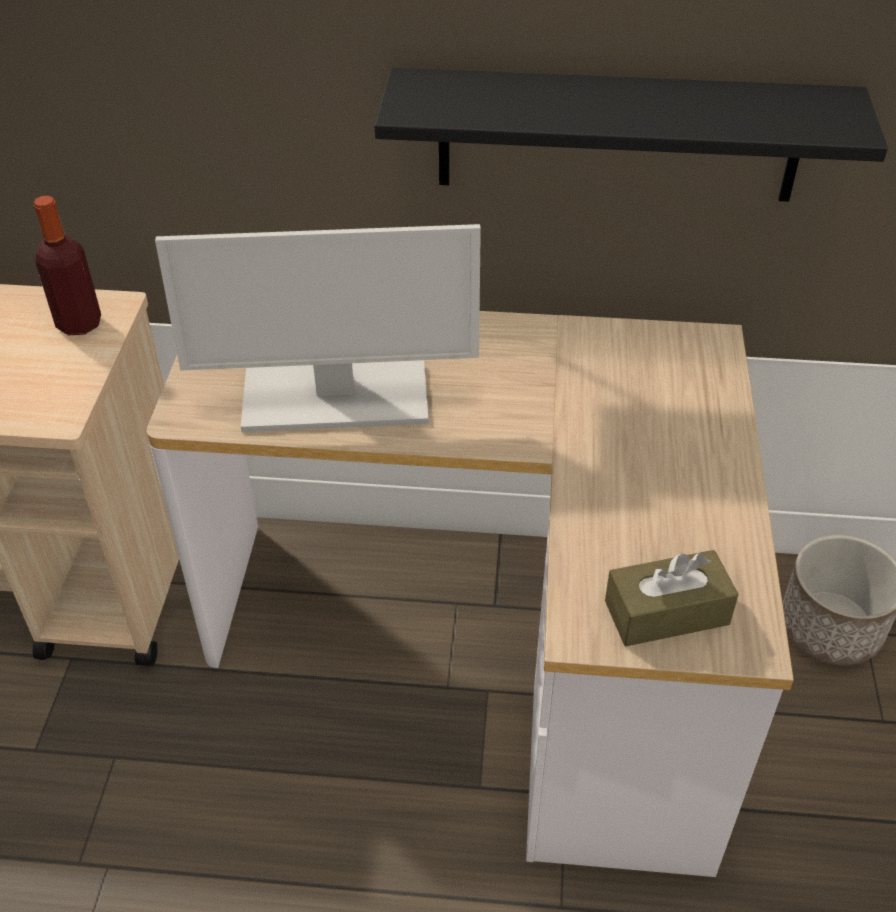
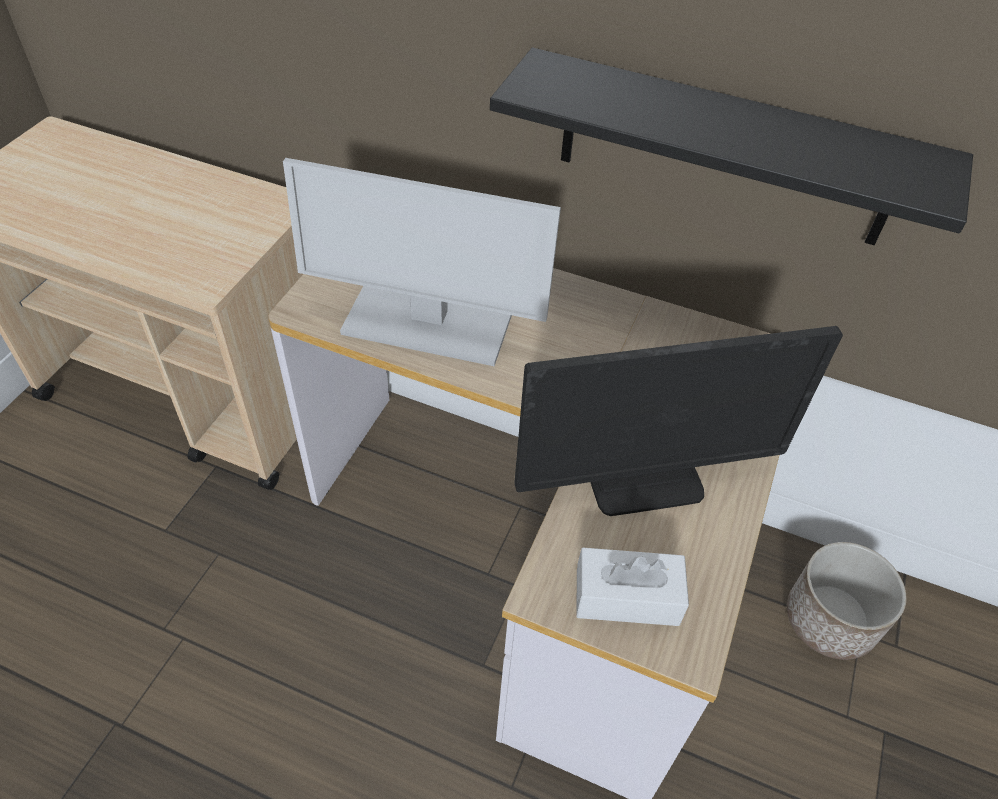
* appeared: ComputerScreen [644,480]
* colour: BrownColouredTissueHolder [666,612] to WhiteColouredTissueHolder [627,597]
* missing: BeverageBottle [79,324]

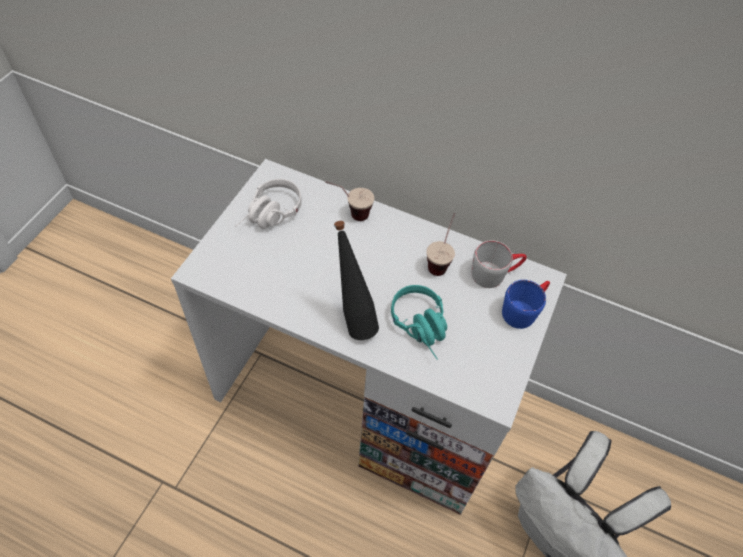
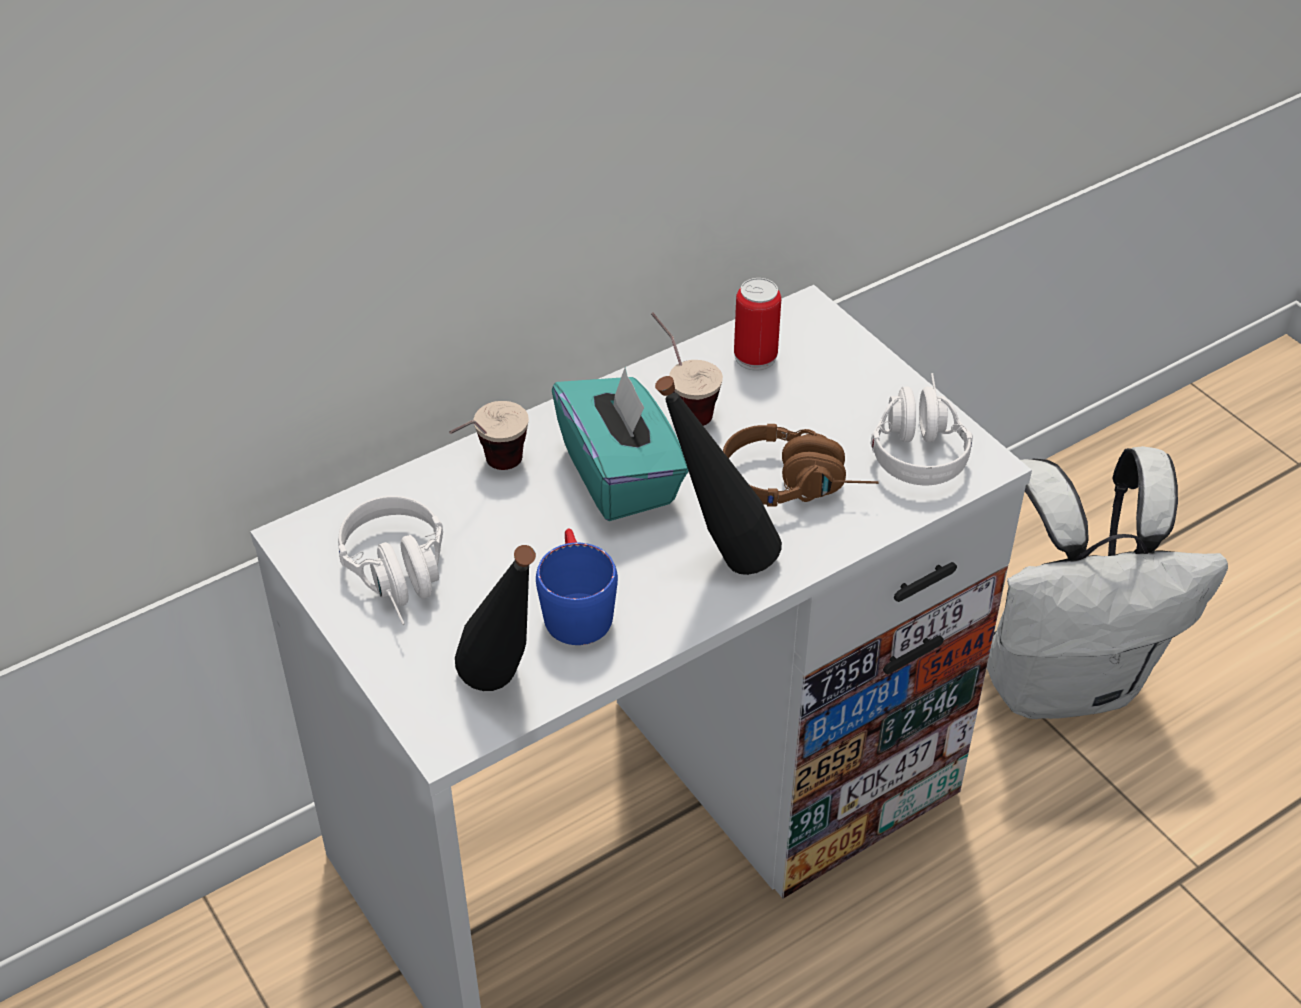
* appeared: BlackishBeverageBottle [506,693]
* relocated: BlueColouredMug [523,309] to [575,606]
* appeared: BlueGreenTissueHolder [621,475]
* colour: BlueGreenHeadset [423,328] to BrownColouredHeadset [797,484]
* exchanged: GrayMug [495,273] to Can [755,357]
* appeared: WhiteColouredHeadset [916,443]

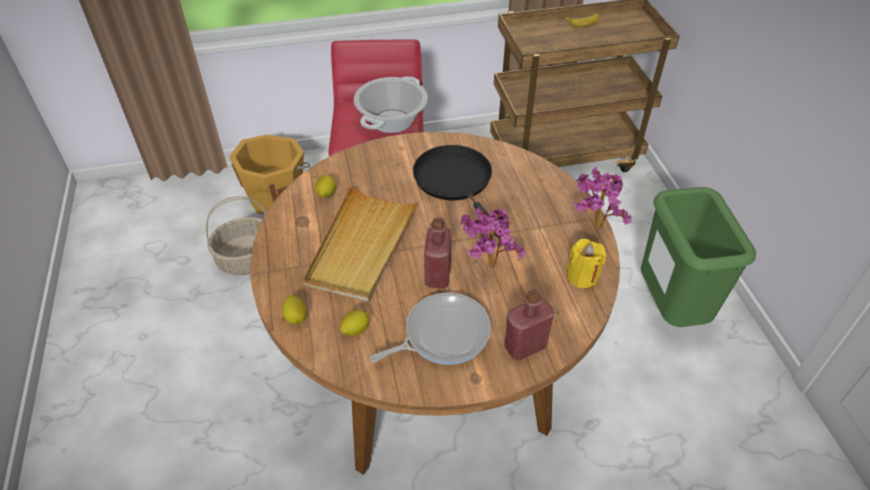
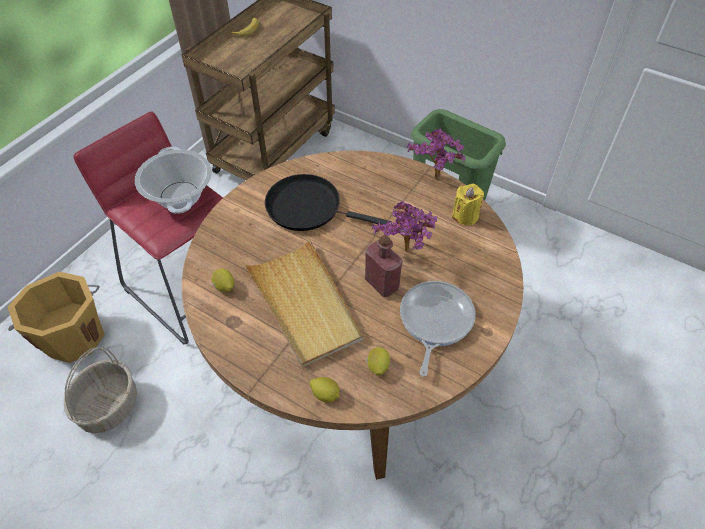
* missing: RedBeverageBottle [525,346]

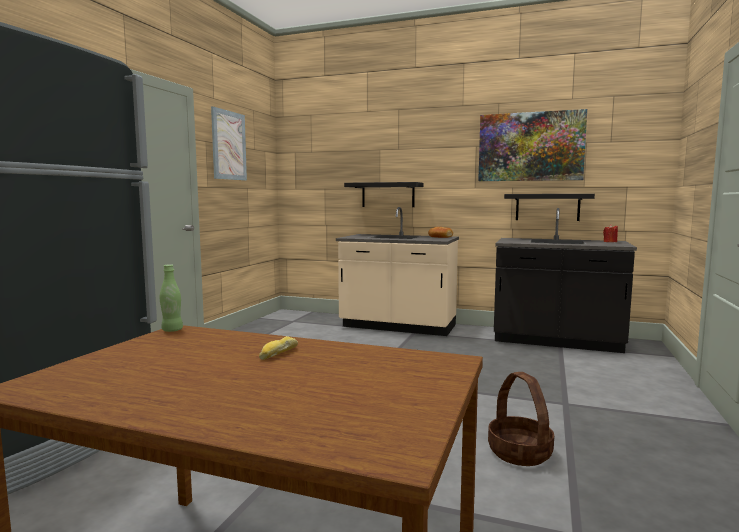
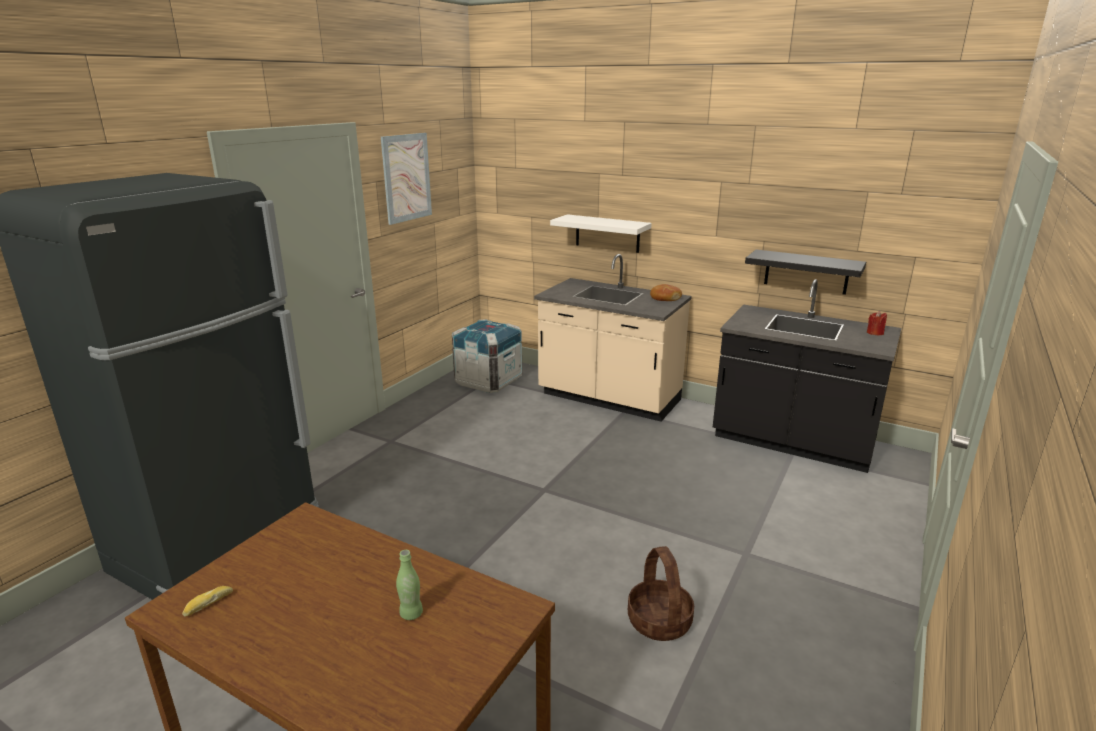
* relocated: Bread [278,353] to [208,604]
* relocated: GreenColouredBeverageBottle [172,330] to [411,613]
* appeared: ShippingCrate [488,381]
* colour: BlackishWallShelf [388,195] to WhiteColouredWallShelf [607,233]
* missing: Picture [530,147]

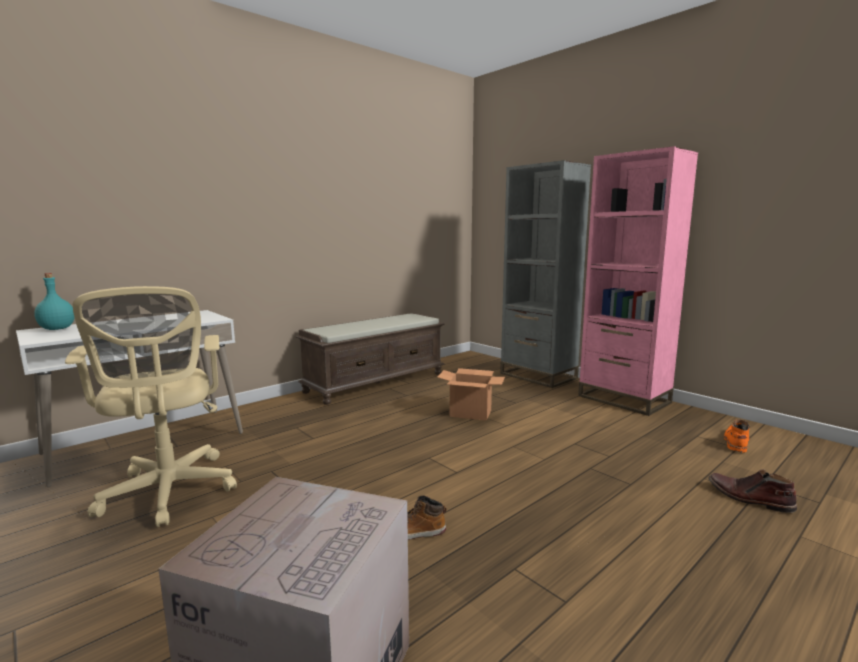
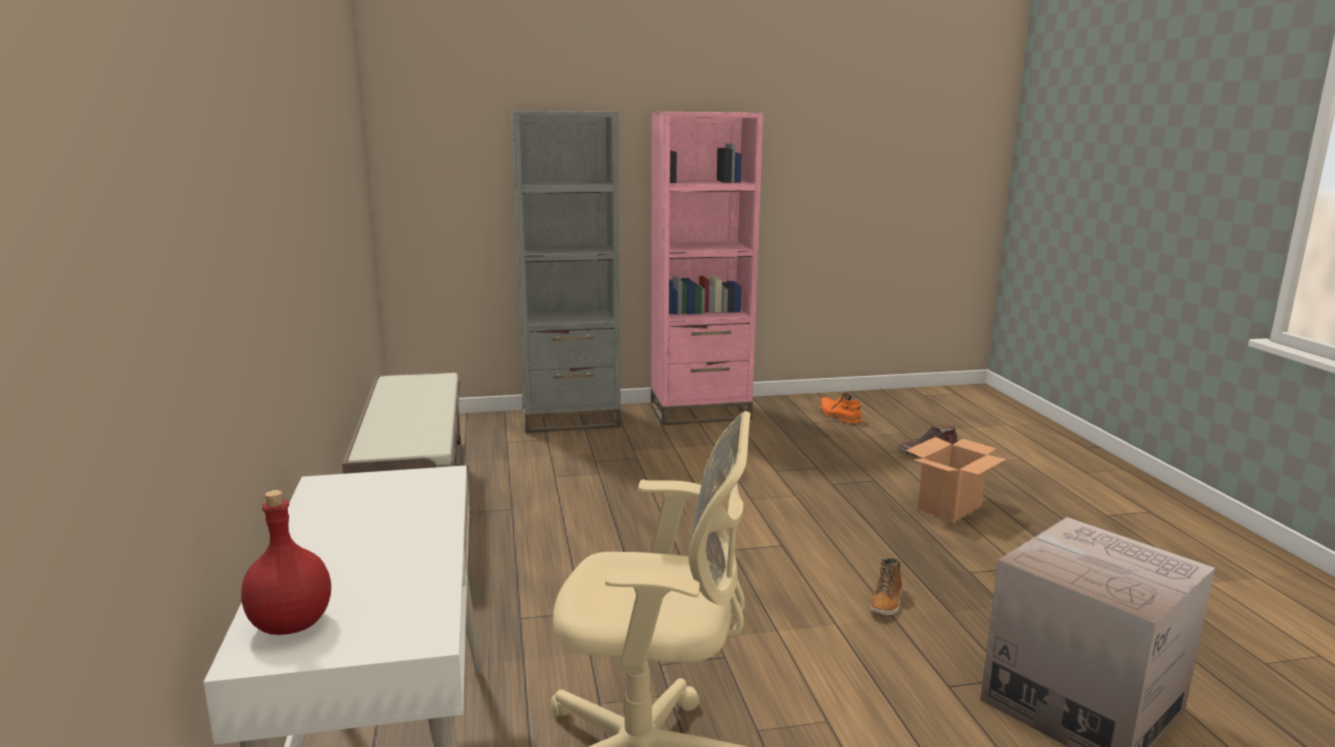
* colour: BlueGreenBeverageBottle [57,329] to RedBeverageBottle [289,624]
* relocated: CardboardBox [471,413] to [949,507]

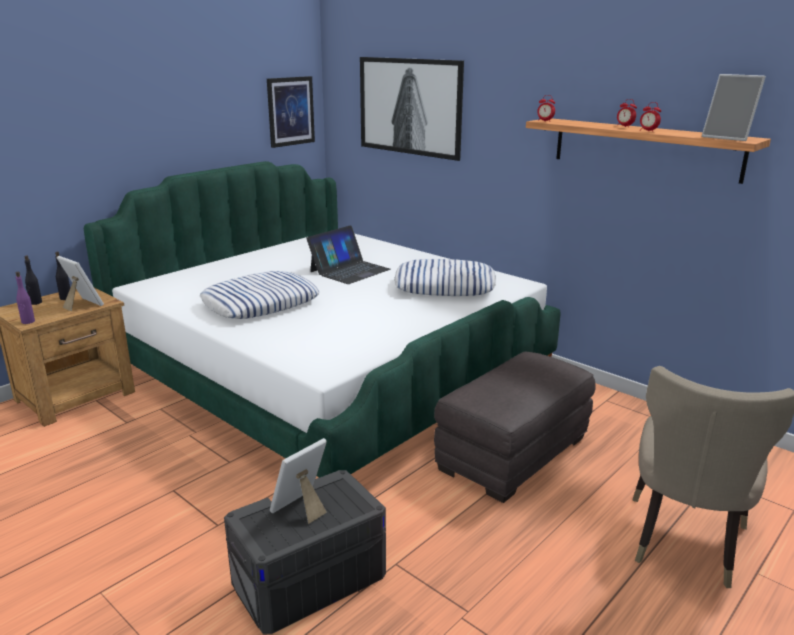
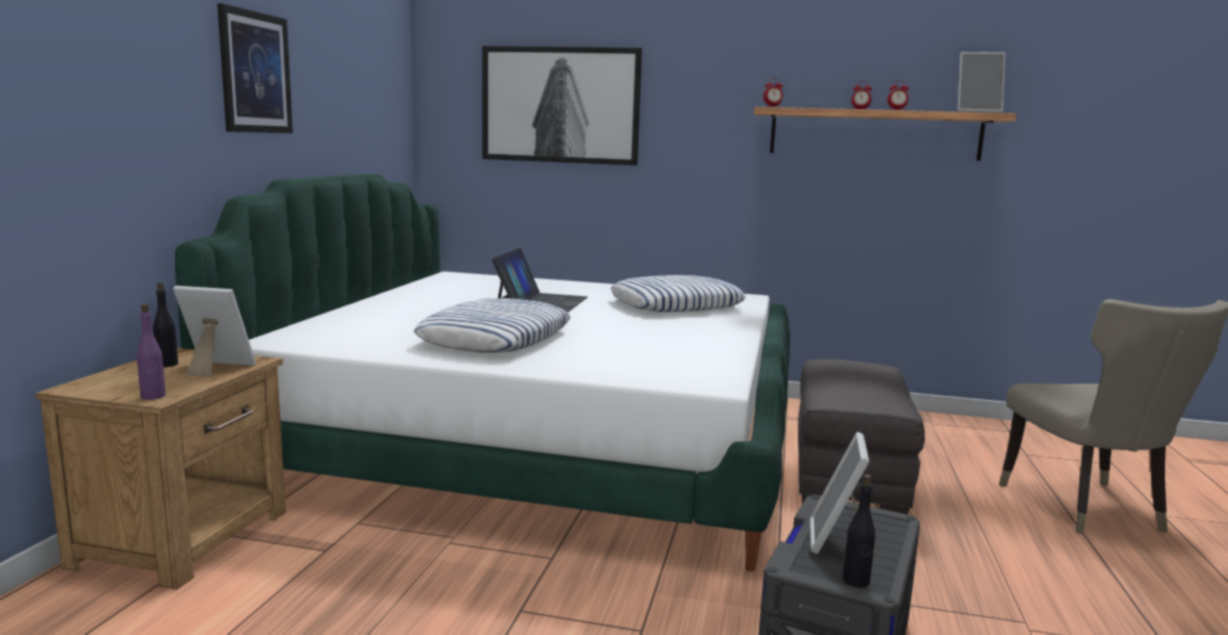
* relocated: Picture [290,111] to [255,73]
* relocated: BlackishBeverageBottle [35,303] to [856,581]

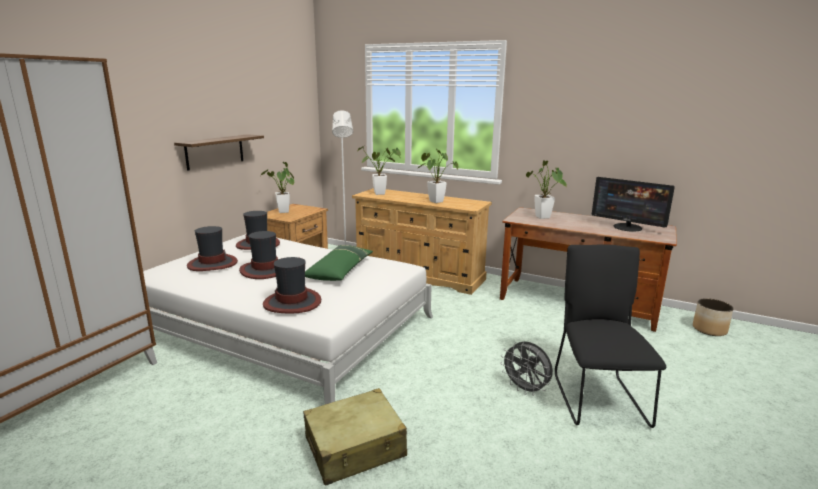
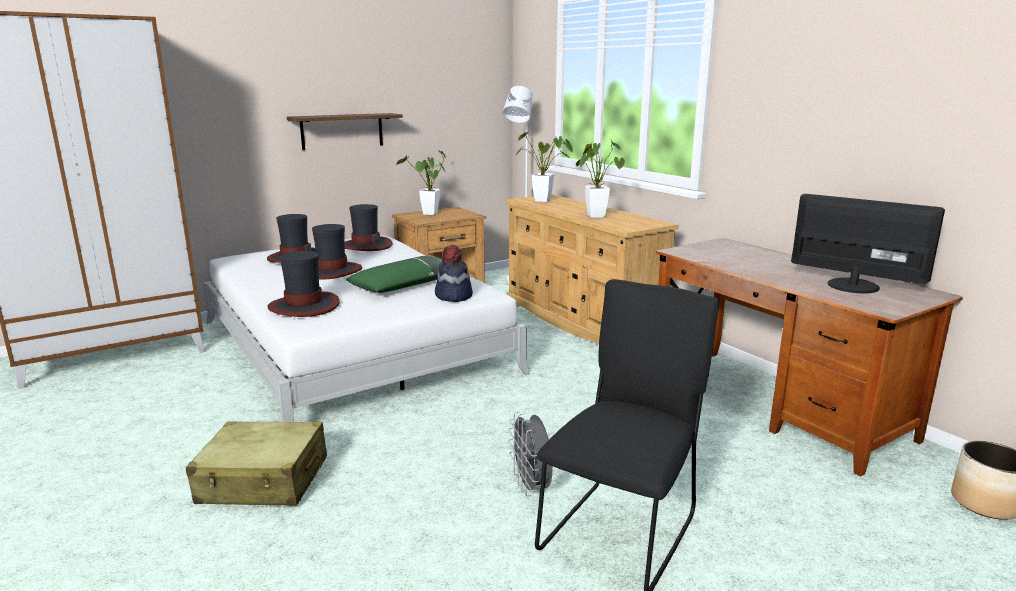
* appeared: WearableHat [453,296]
* spun: ComputerScreen [627,227] = [853,285] 150 degrees clockwise
* missing: PottedPlant [544,218]

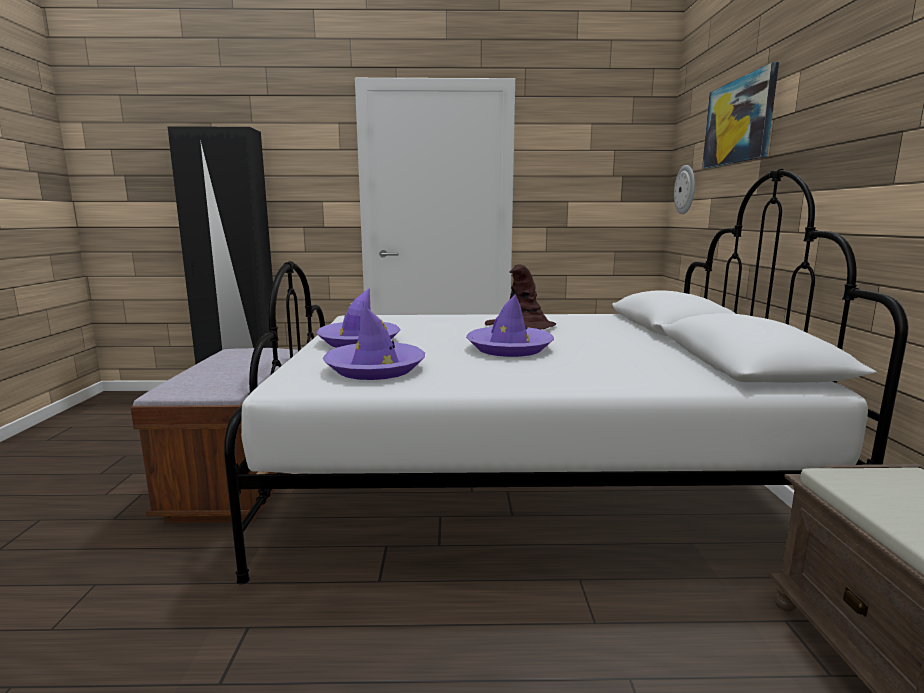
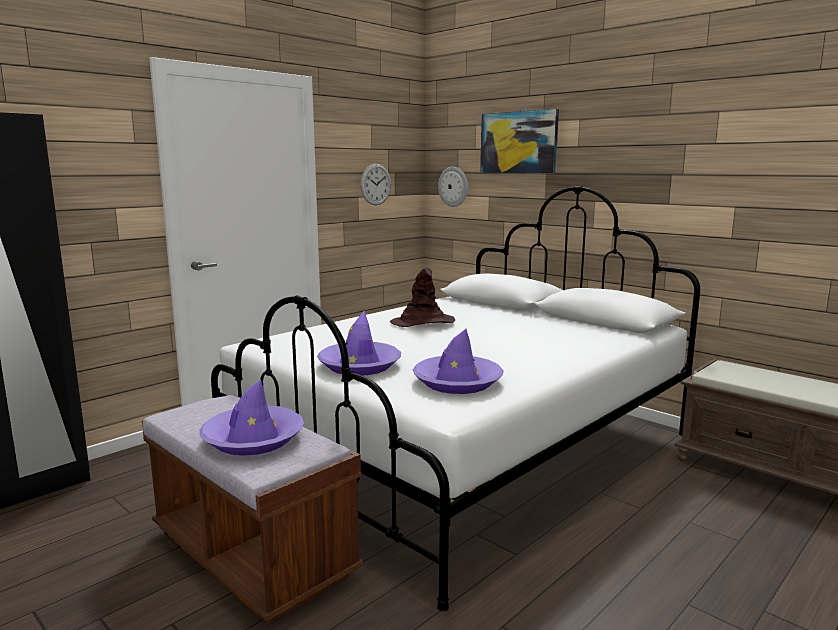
* relocated: PurplishWearableHat [509,349] to [253,439]
* appeared: ClockOnTheWall [375,184]

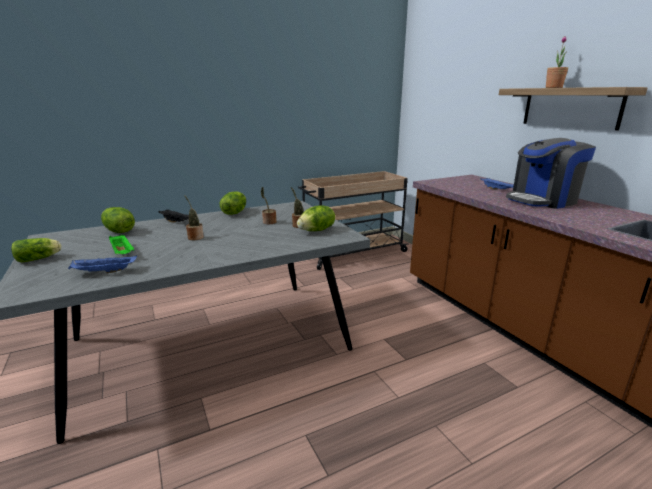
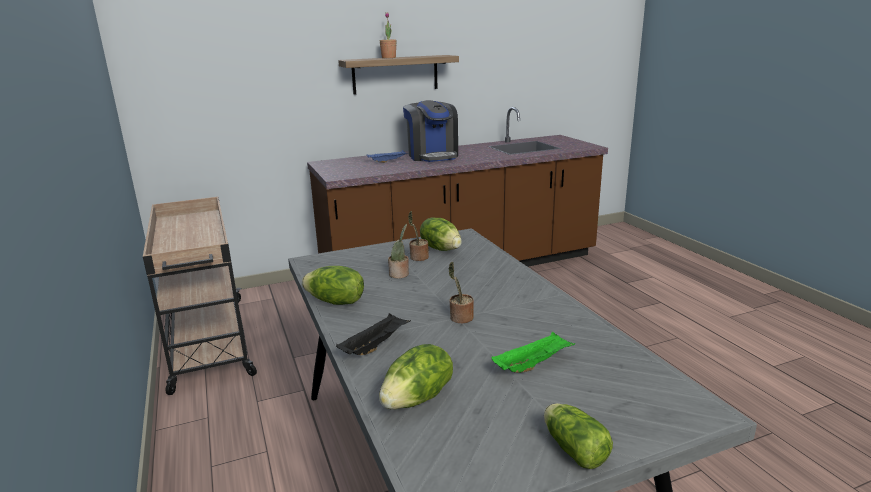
* missing: BlueColouredServingTray [104,272]

